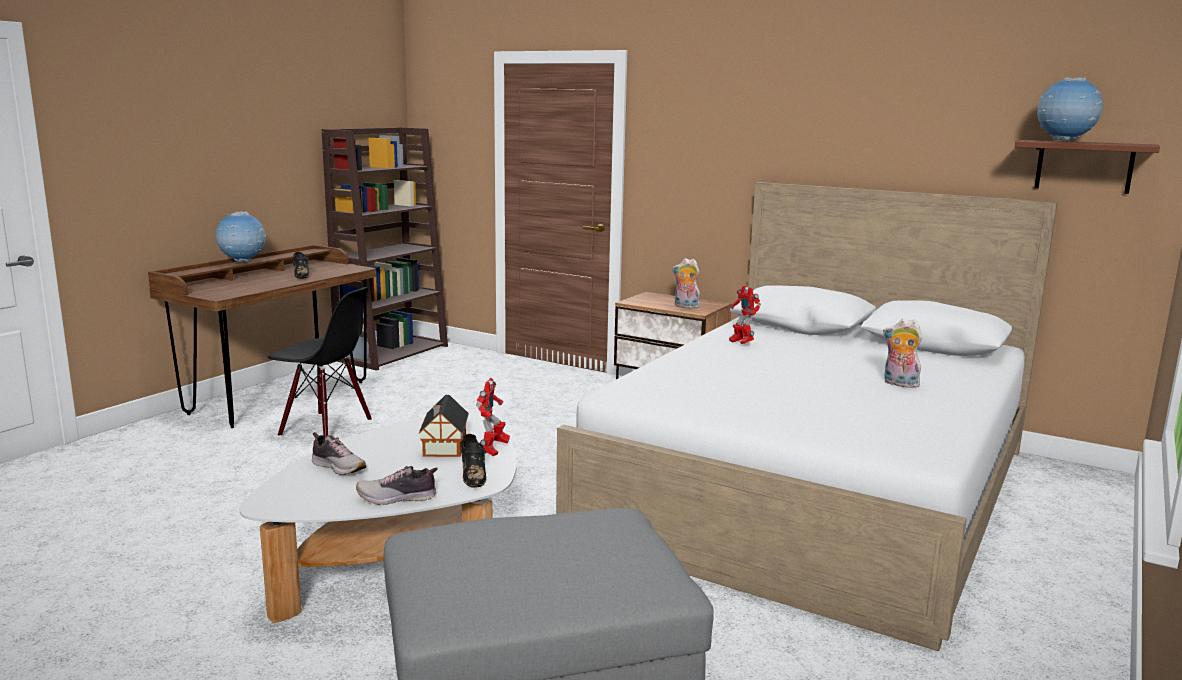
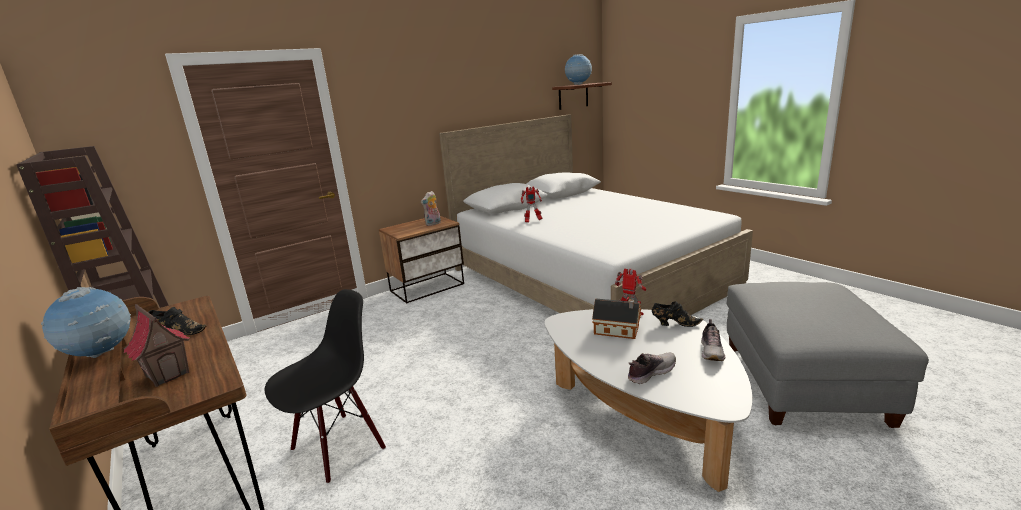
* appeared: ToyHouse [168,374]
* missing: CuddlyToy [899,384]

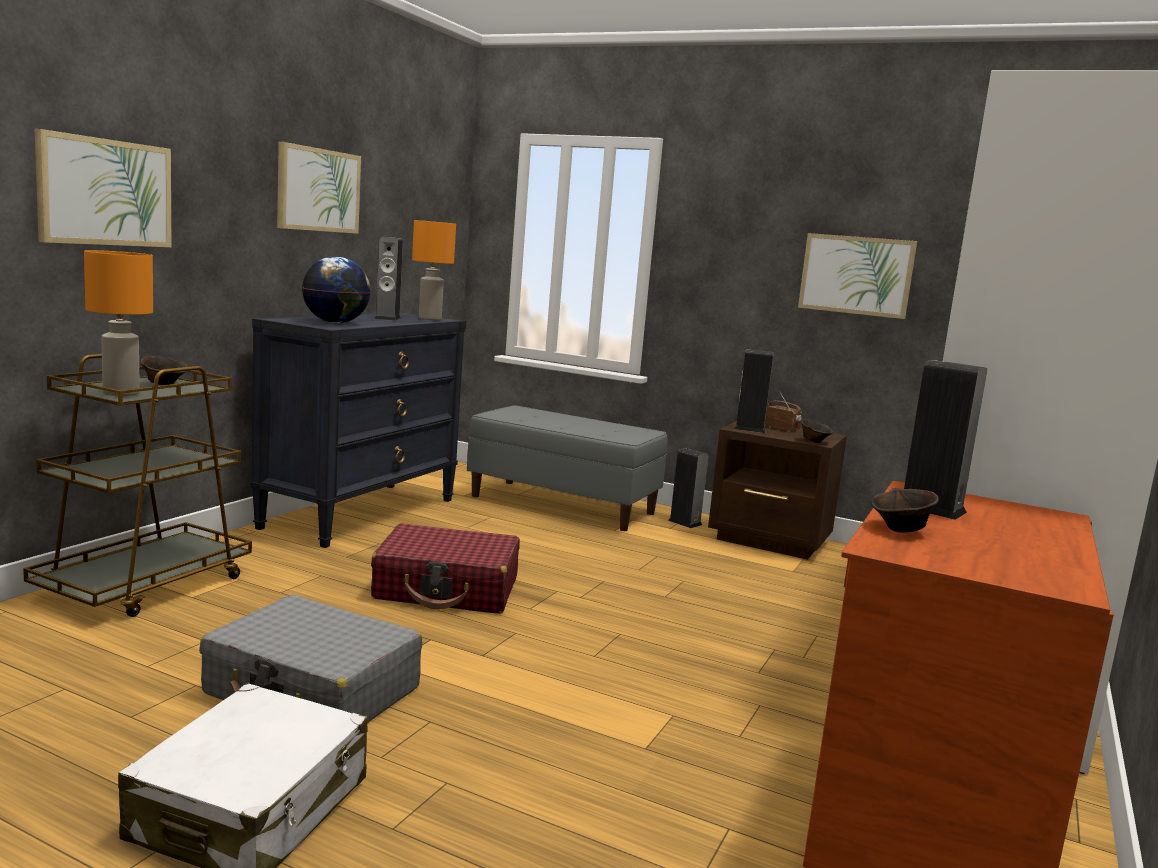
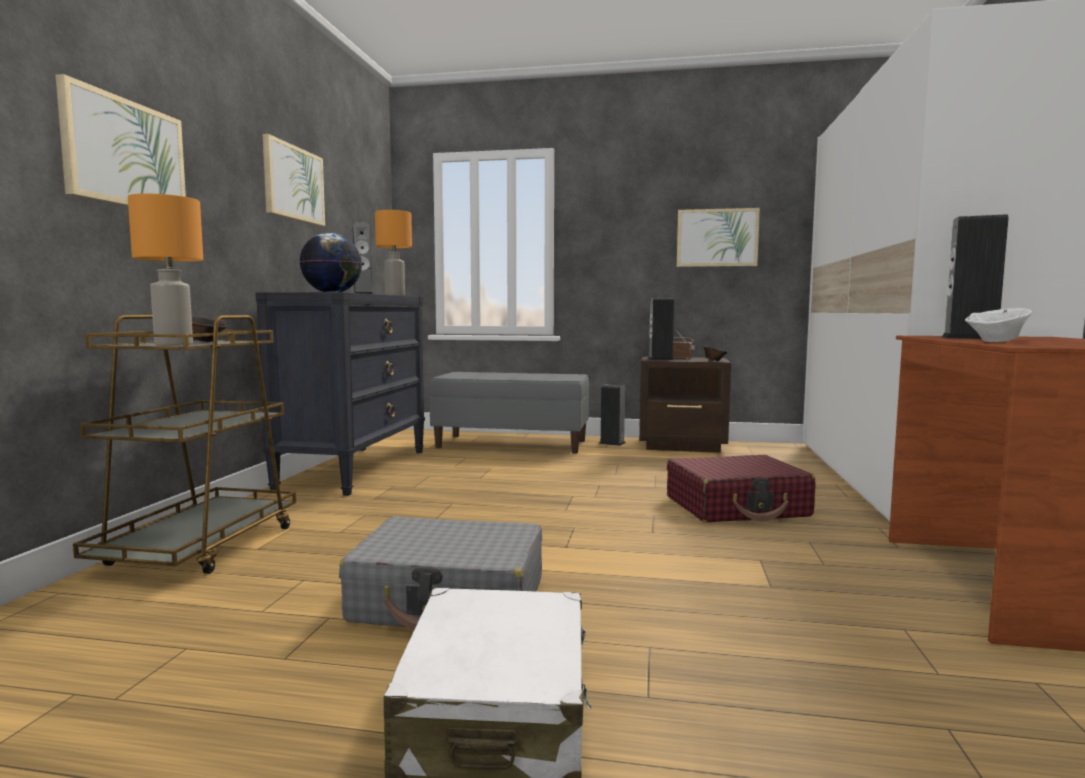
* relocated: RedSuitcase [447,589] to [737,507]
* colour: BrownColouredServingBowl [900,530] to WhiteColouredServingBowl [996,341]

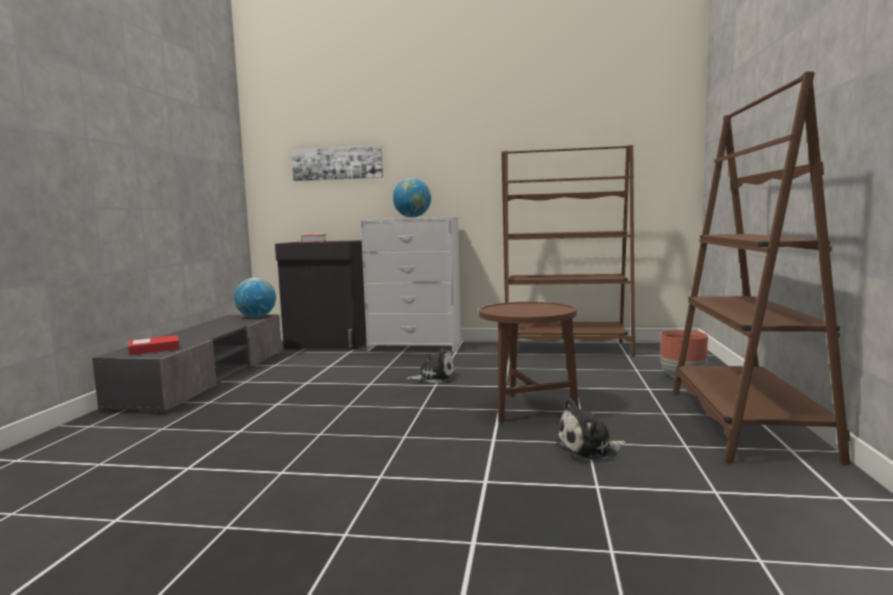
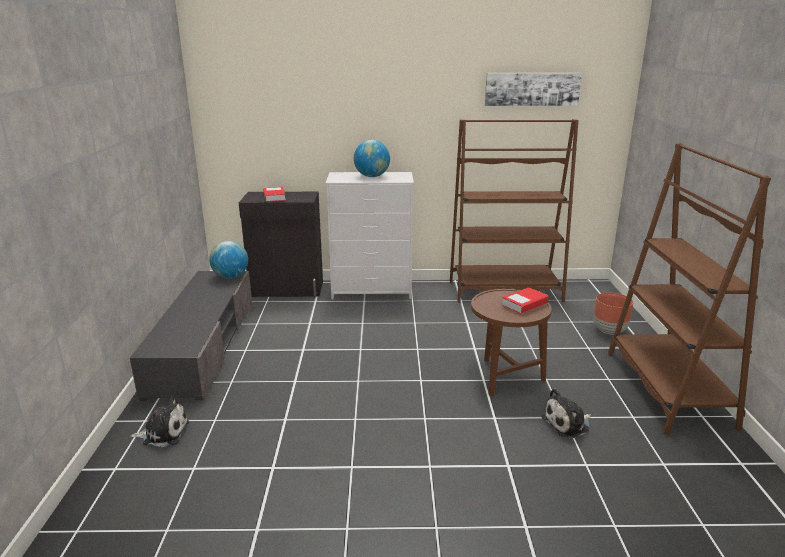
* relocated: CuddlyToy [434,378] to [163,433]
* relocated: Picture [337,163] to [532,89]
* relocated: Book [154,349] to [524,304]

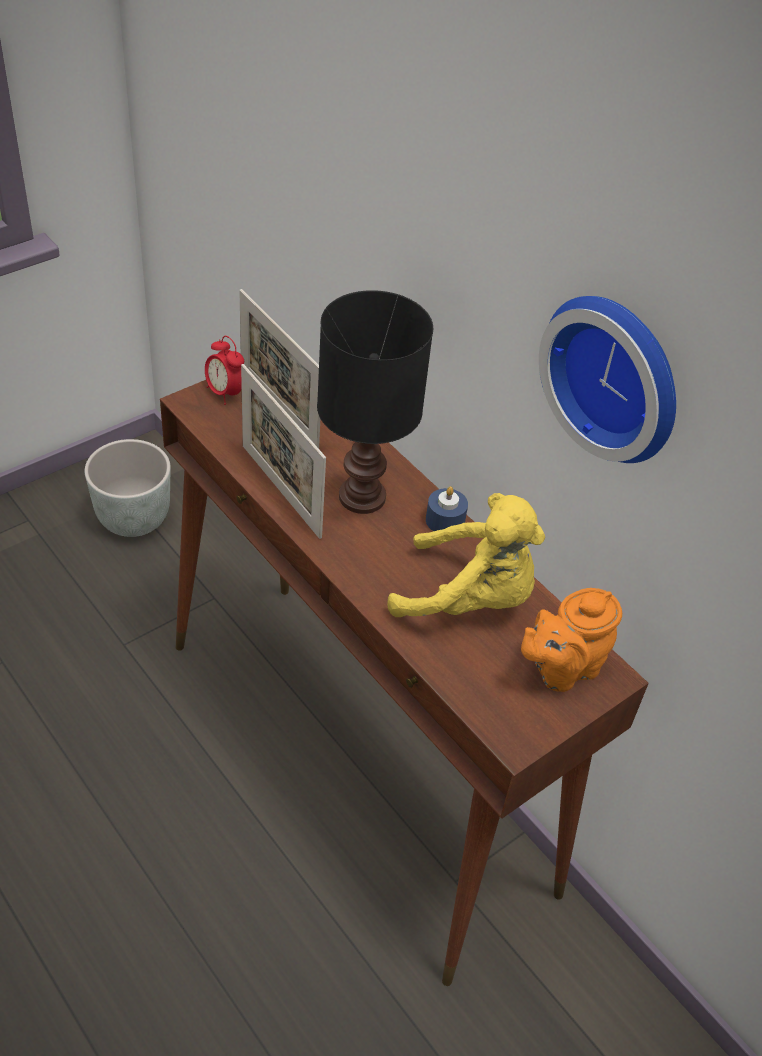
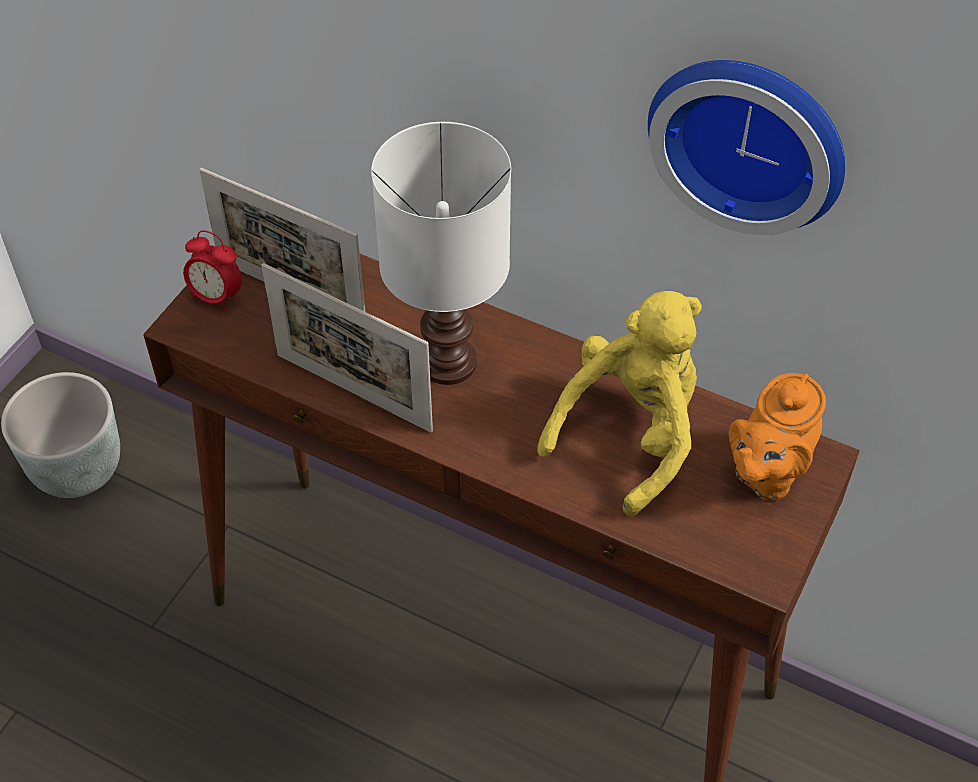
* colour: BlackishLampForATable [363,498] to WhiteColouredLampForATable [450,363]
* spun: YellowCuddlyToy [469,598] = [630,434] 45 degrees counterclockwise
* missing: BlueColouredWaxCandle [445,520]

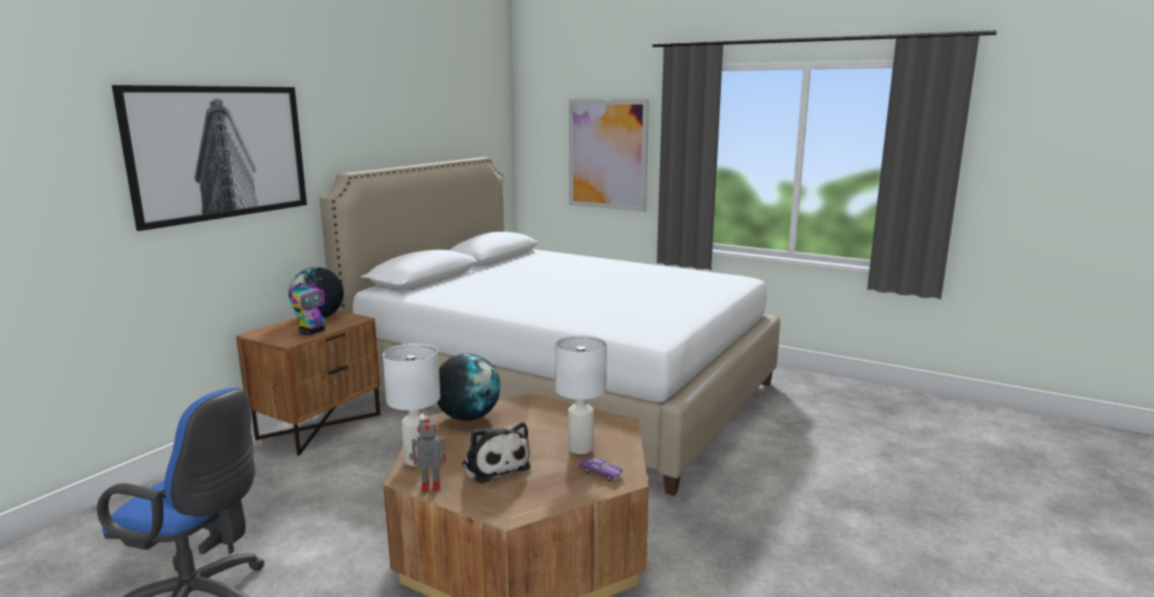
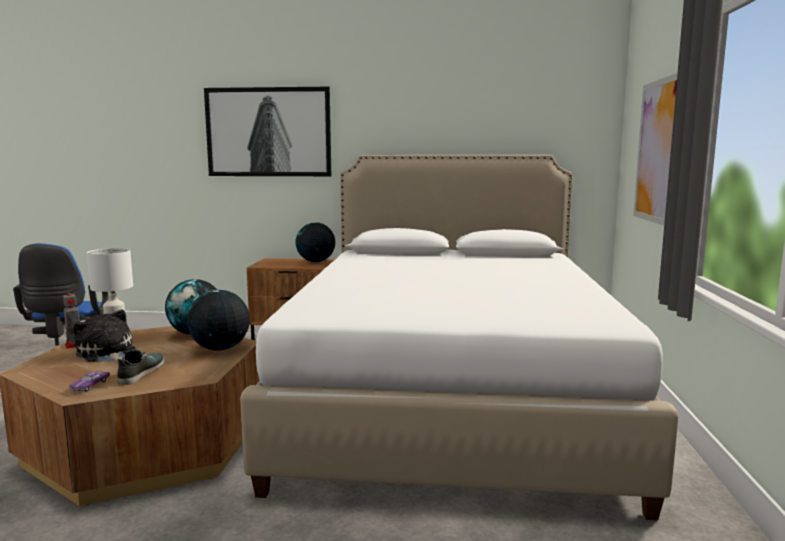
* spun: CuddlyToy [494,465] = [107,354] 105 degrees clockwise
* exchanged: WhiteColouredLampForATable [580,448] to LowShoe [141,372]
* appeared: Globe [220,349]
* missing: ModelRobot [312,332]

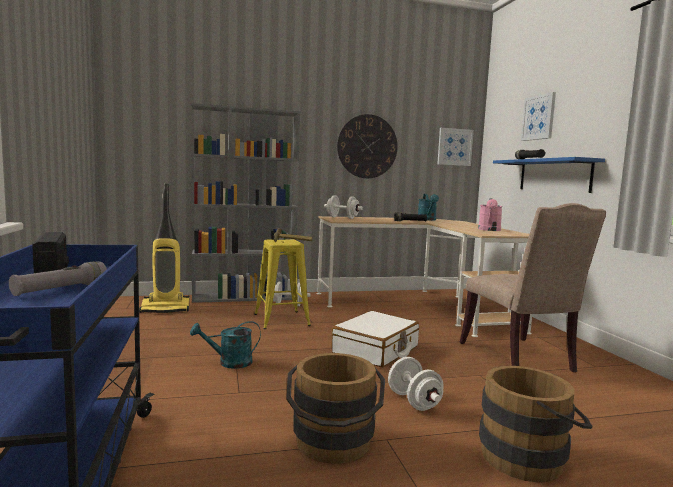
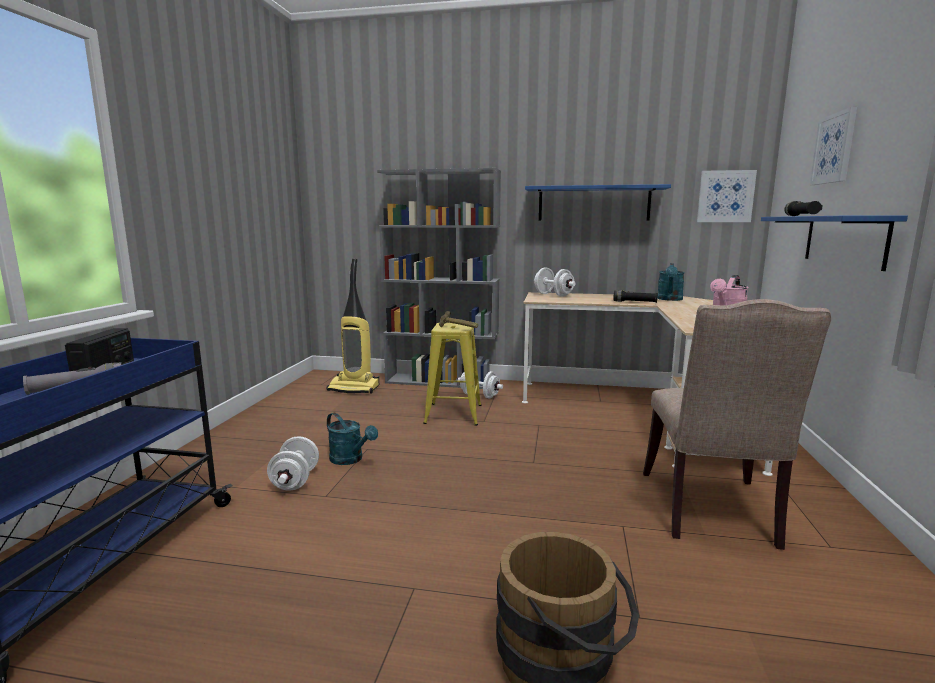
* relocated: WhiteColouredDumbbell [414,401] to [295,480]
* spun: BlueGreenSprinklingCan [229,363] = [350,460] 150 degrees counterclockwise
* exchanged: ClockOnTheWall [367,146] to BlueColouredWallShelf [593,203]
* missing: BrownColouredWaterBucket [333,446]
* missing: WhiteColouredSuitcase [376,350]

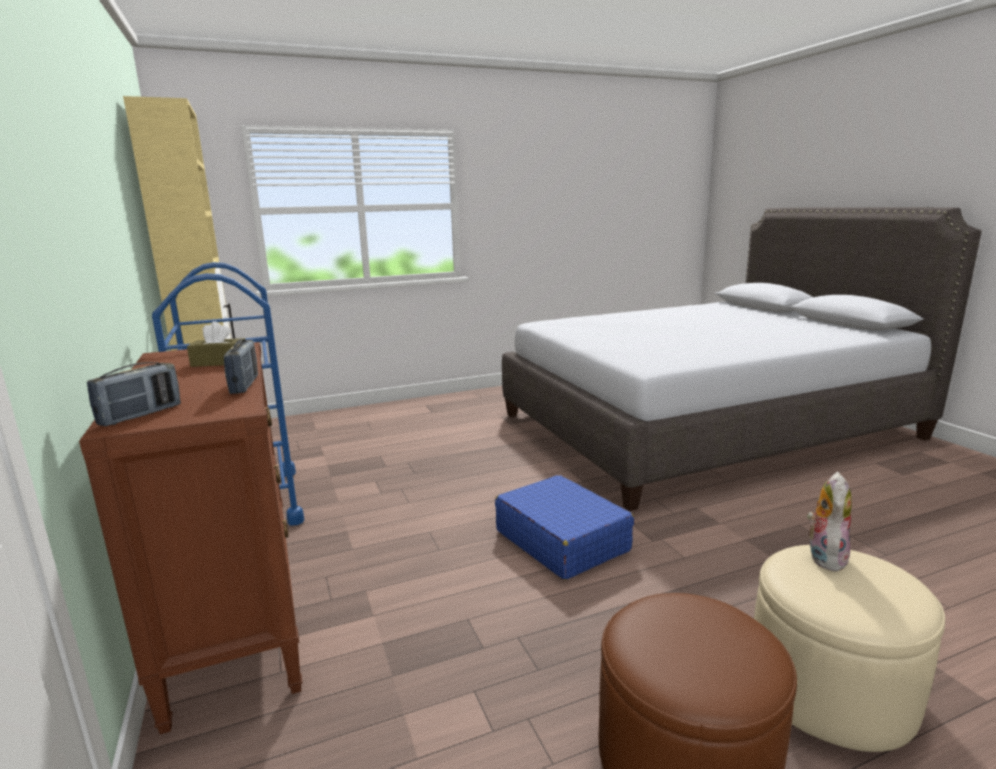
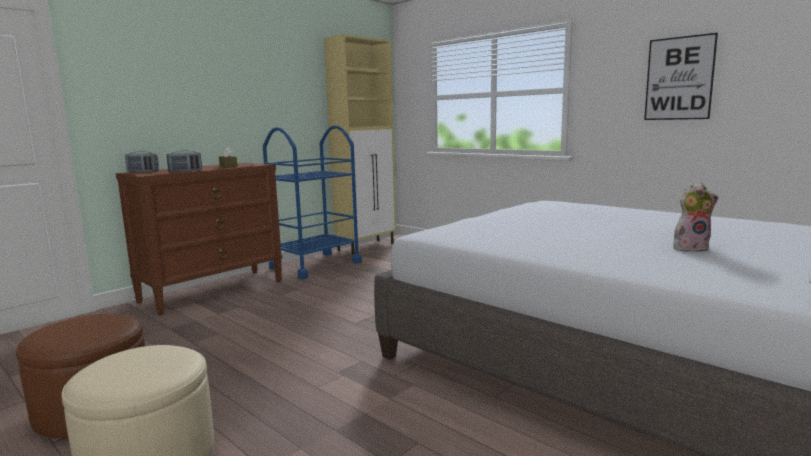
* appeared: Picture [679,78]
* relocated: CuddlyToy [824,556] to [690,248]
* missing: BlueColouredSuitcase [561,540]

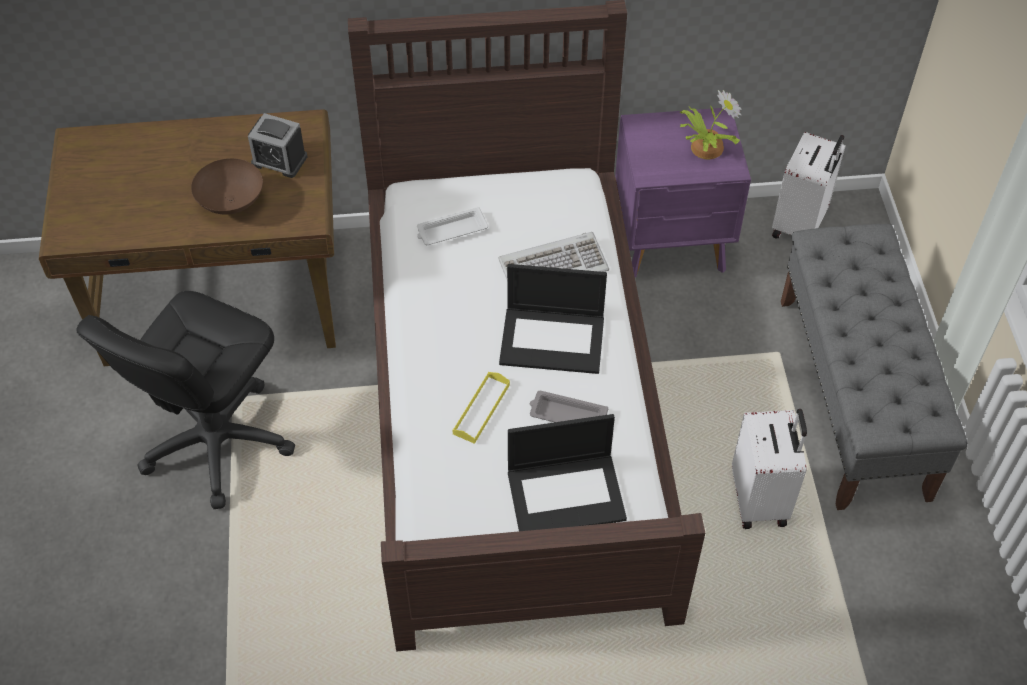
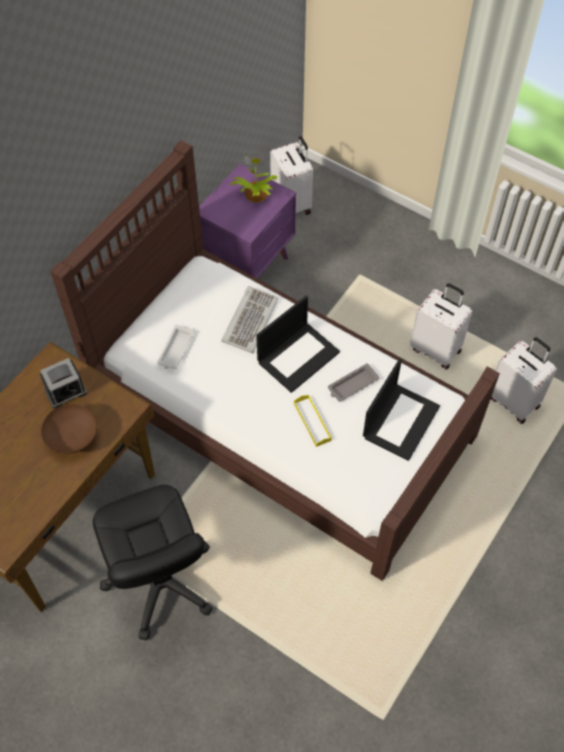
* appeared: WhiteColouredSuitcase [514,401]
* missing: GrayLongSeat [853,397]

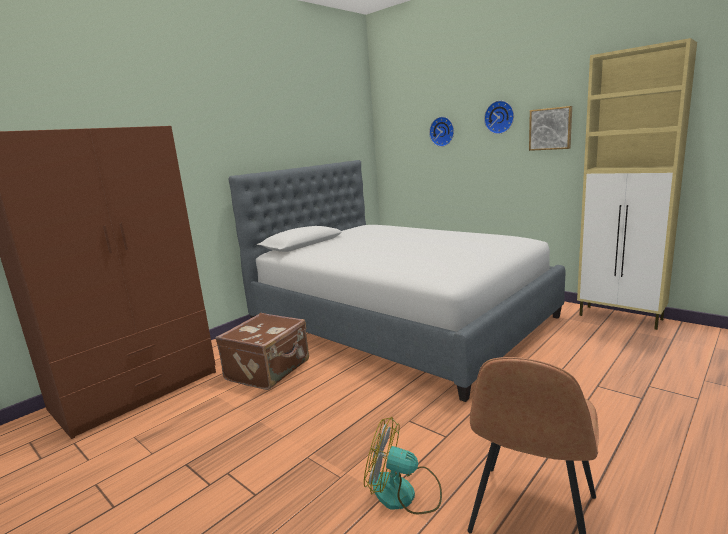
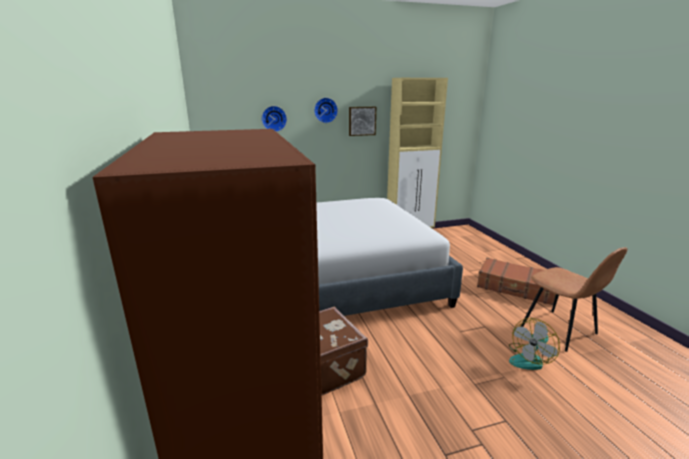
* appeared: BrownColouredSuitcase [516,288]

